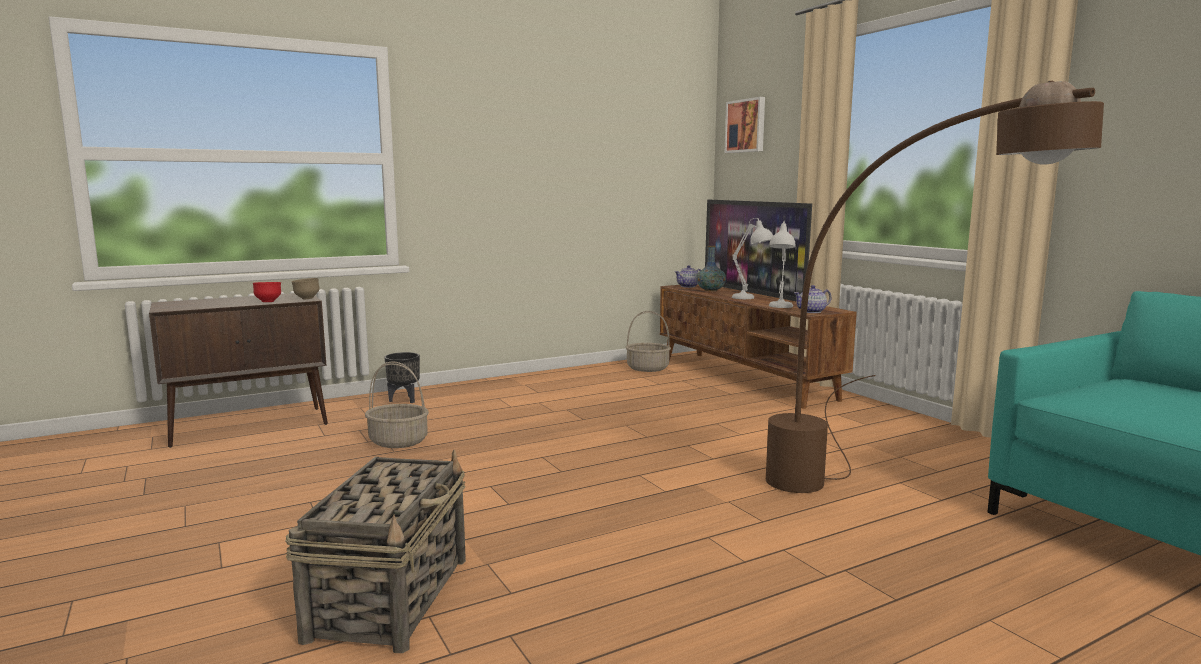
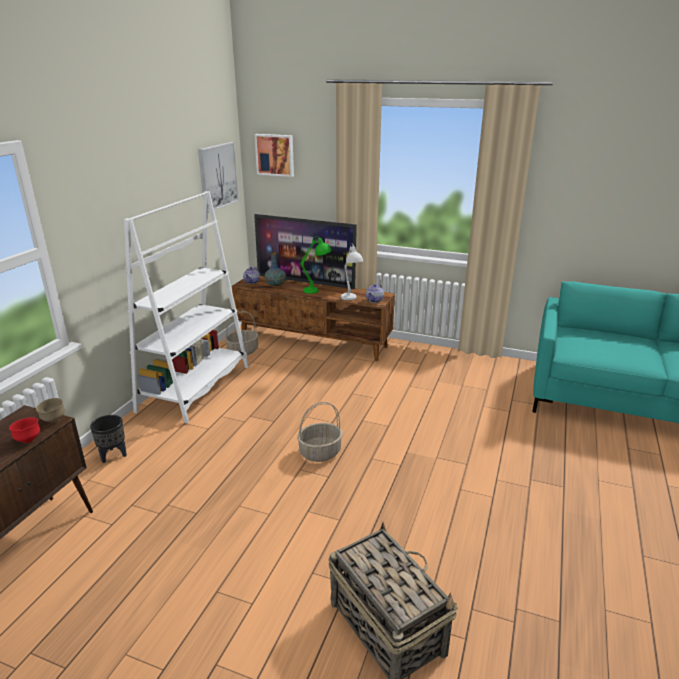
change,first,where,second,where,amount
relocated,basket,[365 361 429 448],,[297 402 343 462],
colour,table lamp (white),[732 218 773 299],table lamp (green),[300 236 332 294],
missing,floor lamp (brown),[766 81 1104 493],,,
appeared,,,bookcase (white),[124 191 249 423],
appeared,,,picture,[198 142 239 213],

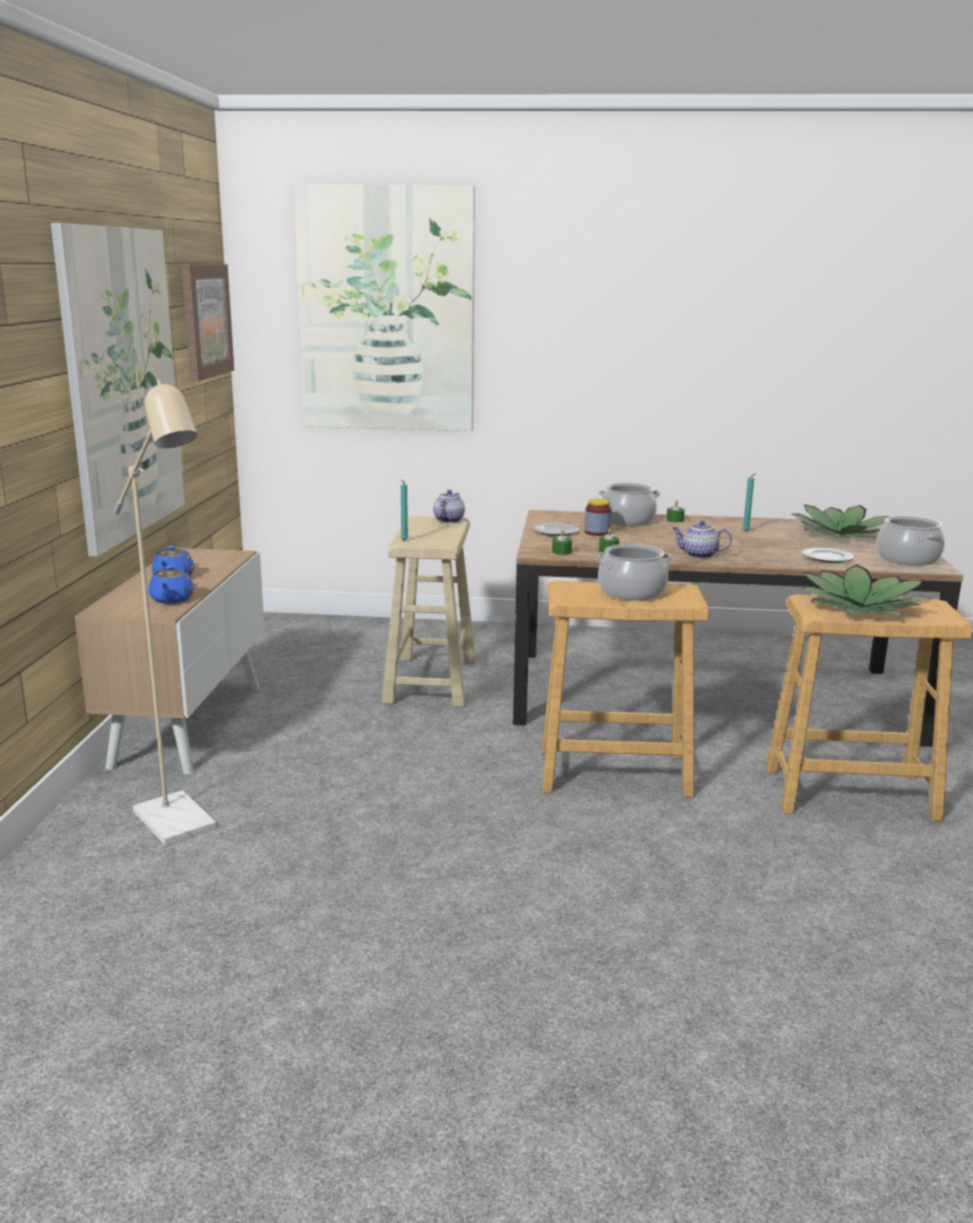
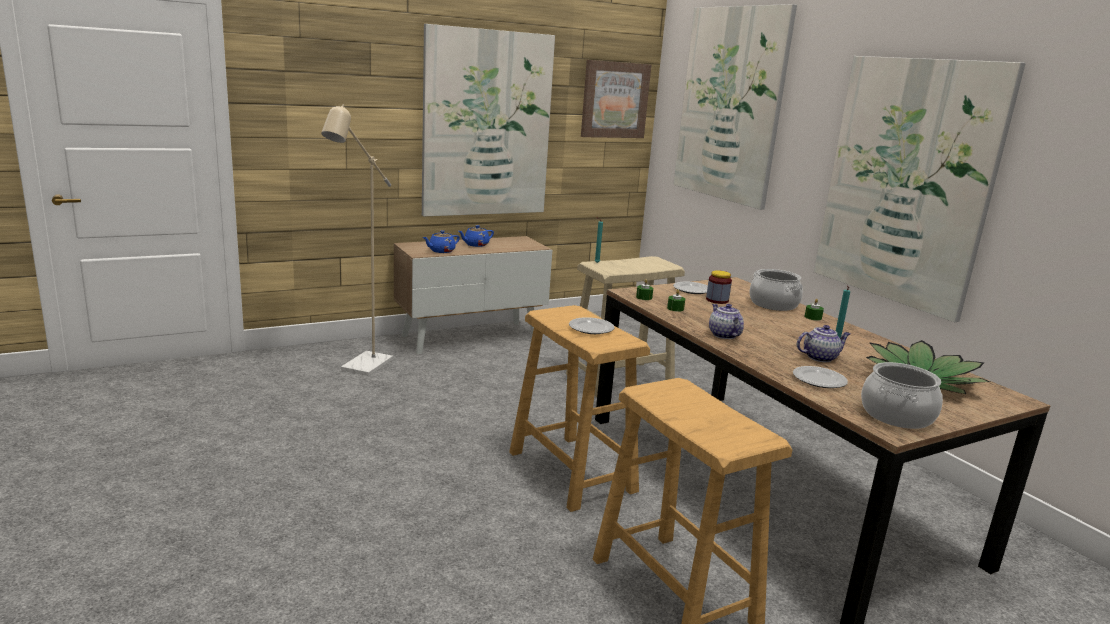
change,first,where,second,where,amount
relocated,teapot,[433 490 465 523],,[797 325 850 362],
exchanged,cooking pot,[596 544 672 601],plate,[569 317 615 334],
missing,potted plant,[801 564 932 616],,,
appeared,,,picture,[814 56 1026 322],

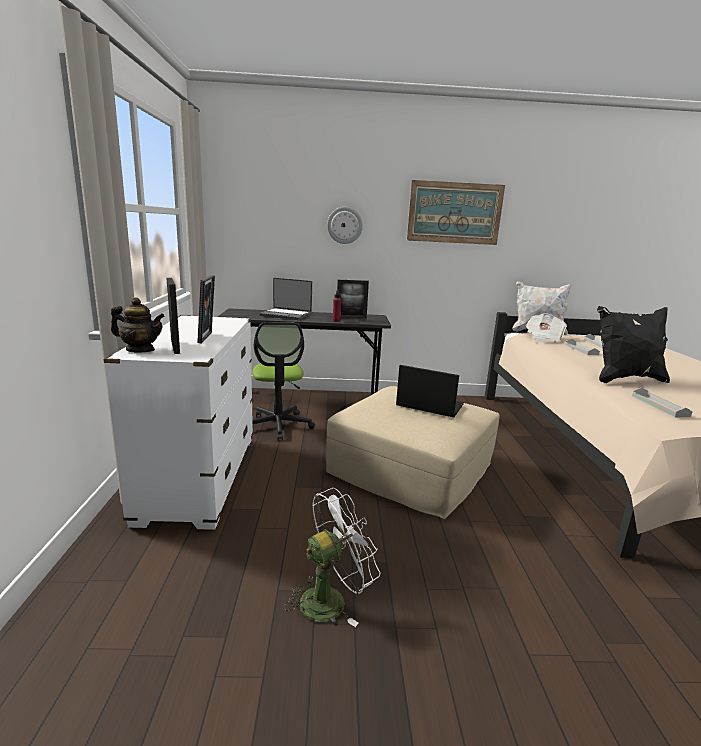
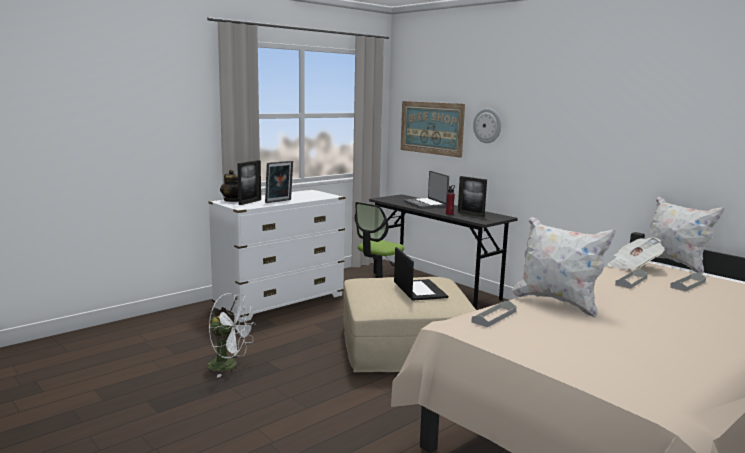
change,first,where,second,where,amount
relocated,picture,[407 180 505 245],,[401 101 465 158],
colour,pillow (black),[597 306 670 383],pillow (white),[512 216 616 317],

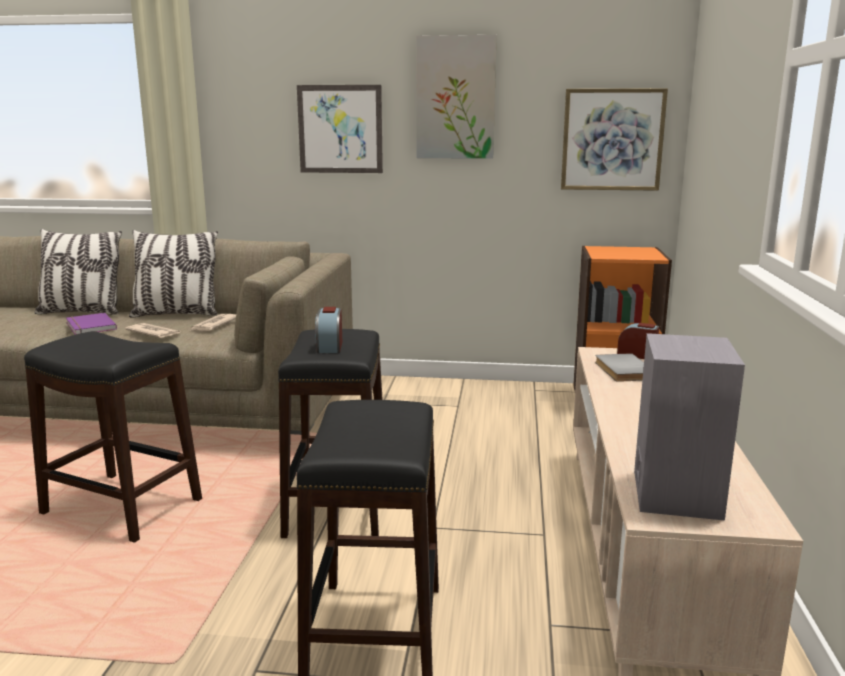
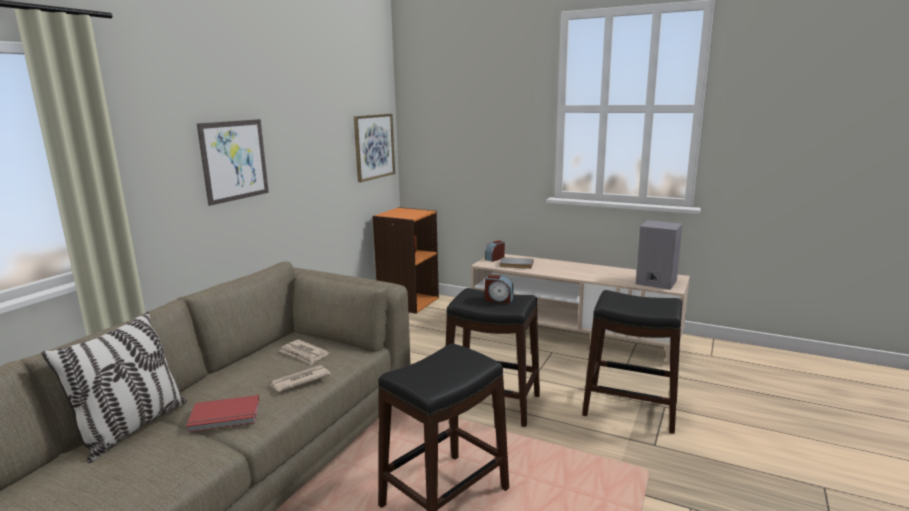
change,first,where,second,where,amount
colour,book (purple),[66 313 117 335],book (red),[186 395 259 432],
missing,pillow,[129 230 218 318],,,
missing,picture,[416 35 496 159],,,

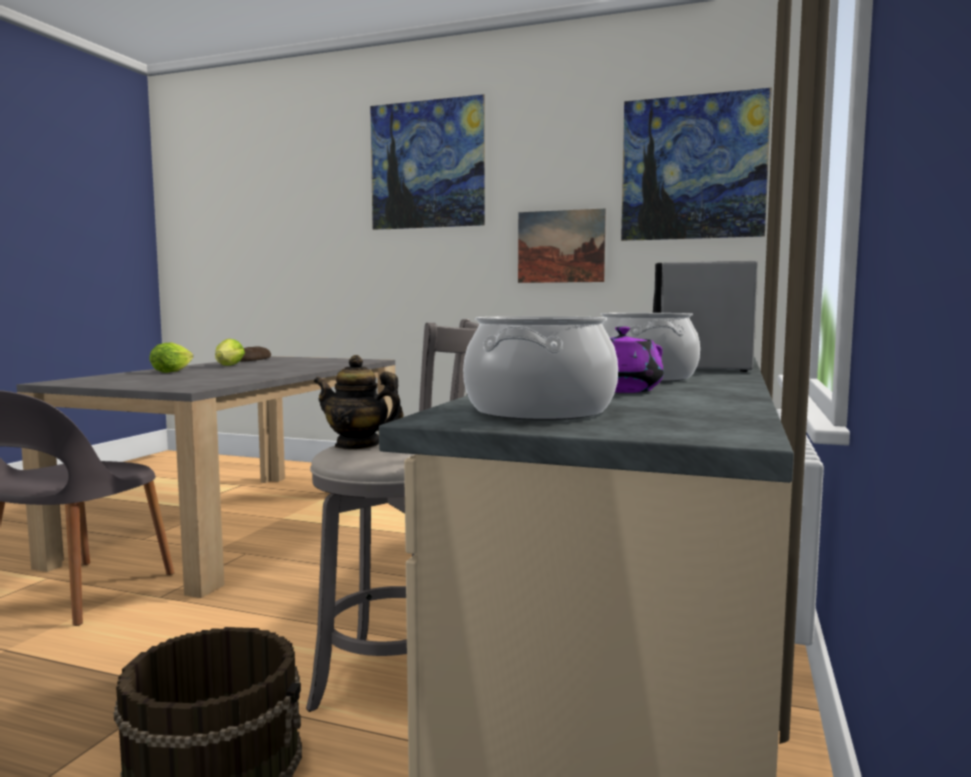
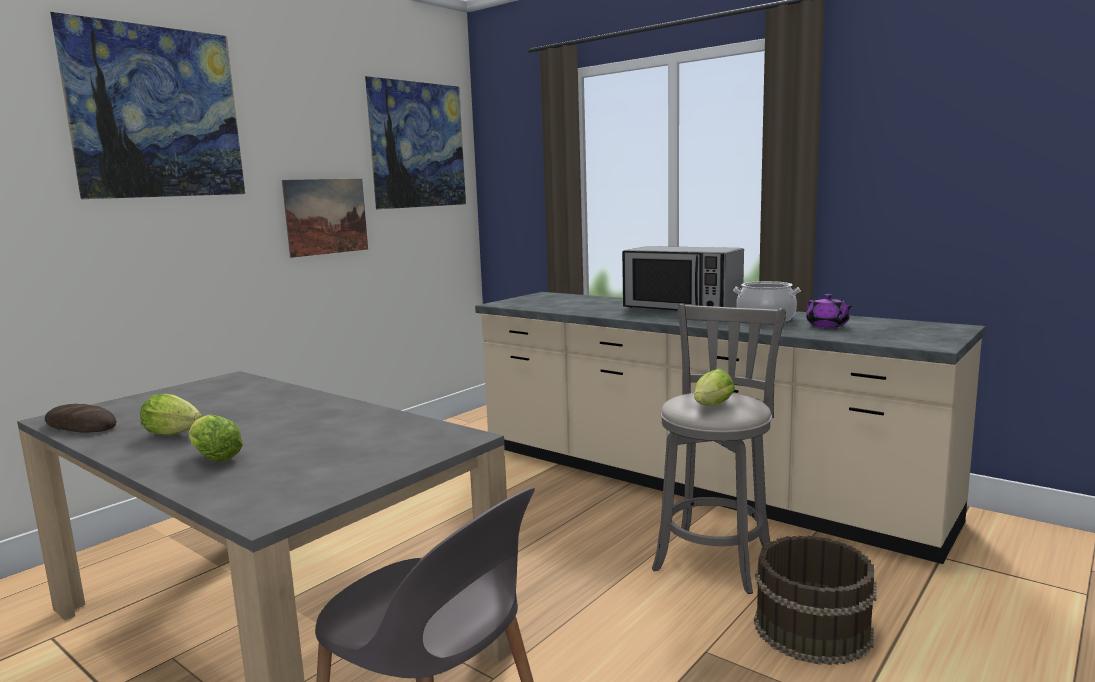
change,first,where,second,where,amount
exchanged,teapot,[314 355 404 450],lettuce,[694 369 735 406],
missing,cooking pot,[463 316 618 420],,,

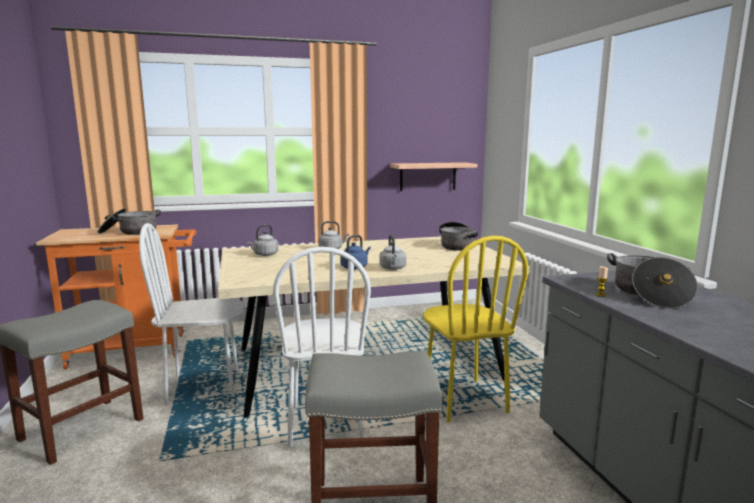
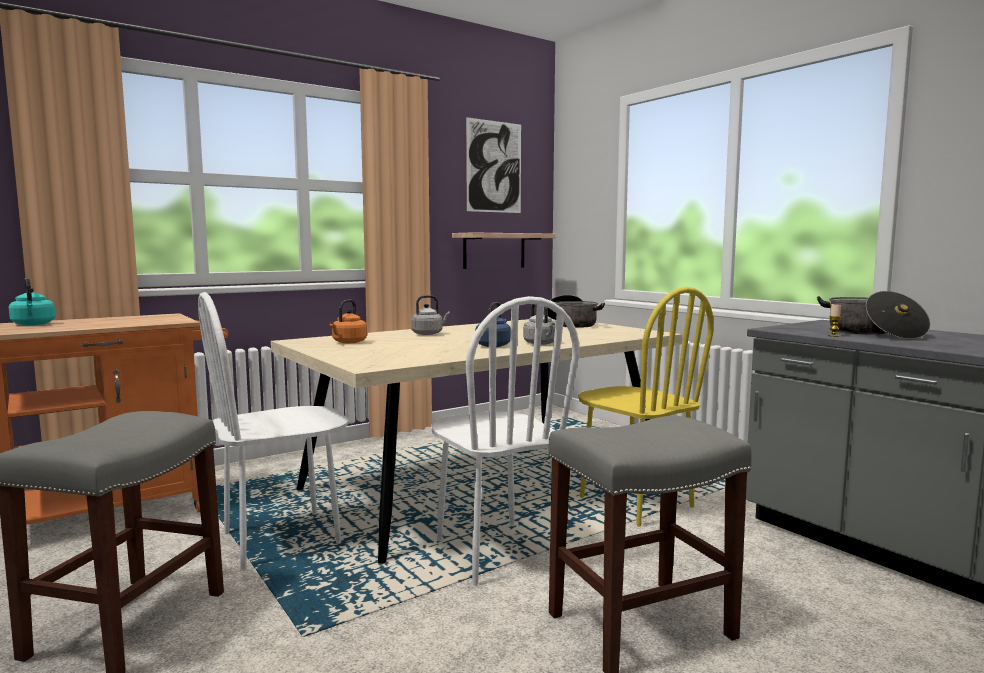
change,first,where,second,where,amount
missing,cooking pot,[98 209 161 235],,,
colour,kettle (grey),[247 224 279 256],kettle (orange),[329 300 367 343],
appeared,,,kettle (turquoise),[9 277 55 325],
appeared,,,picture,[466 117 521 213],

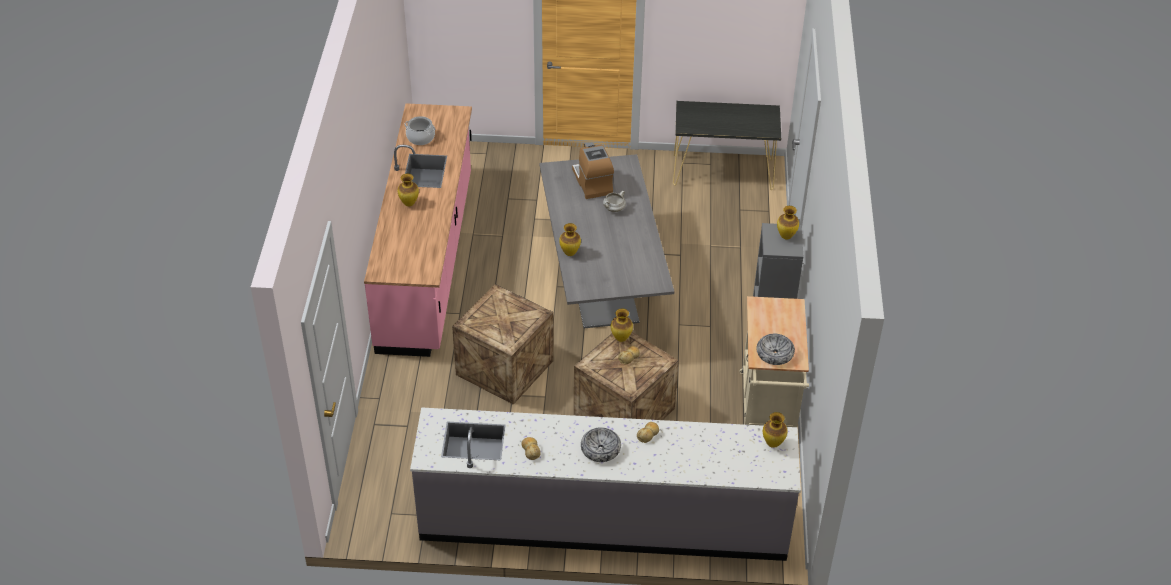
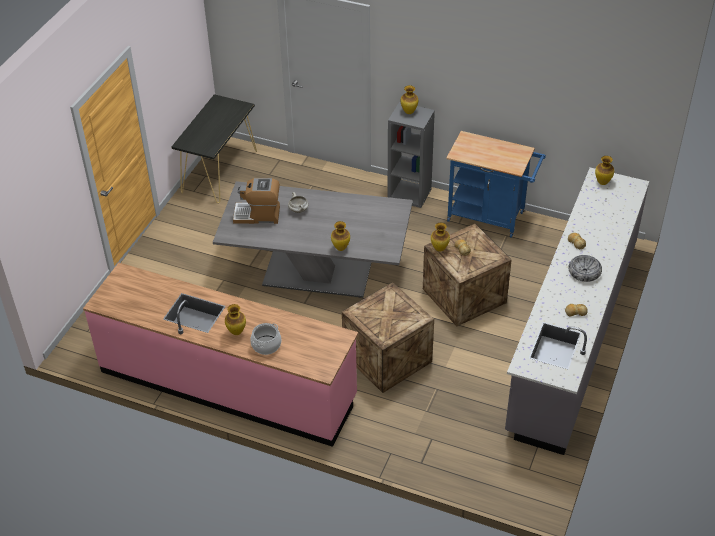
change,first,where,second,where,amount
relocated,cooking pot,[404 116 436 145],,[250 323 281 355],
colour,cart (beige),[739 296 809 427],cart (blue),[446 131 546 238],
missing,bowl,[757 334 795 365],,,

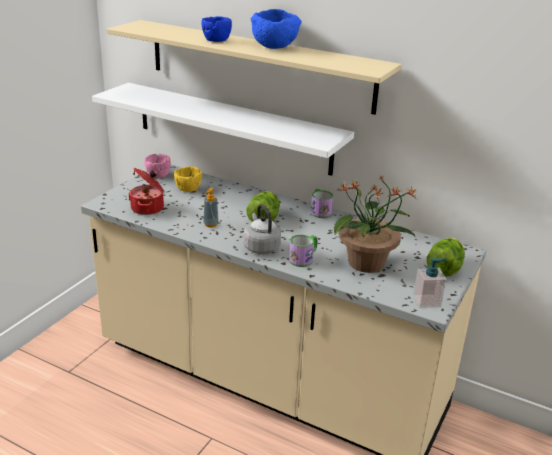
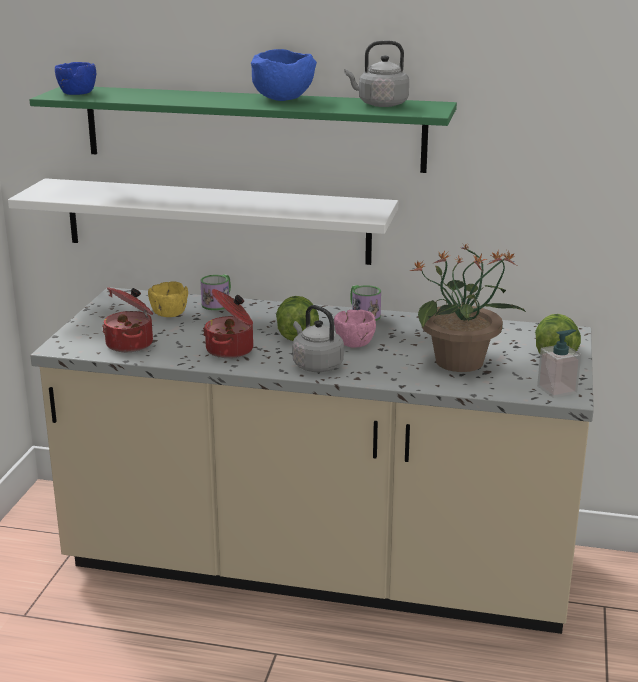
change,first,where,second,where,amount
colour,shelf (beige),[107 20 402 115],shelf (green),[30 87 457 173],
relocated,bowl (pink),[144 154 171 178],,[334 310 376 348],
relocated,bowl (blue),[202 16 232 42],,[55 62 96 95],
exchanged,soap dispenser,[203 188 219 228],cooking pot,[203 289 253 358],
relocated,mug,[289 235 317 267],,[200 275 231 310],
appeared,,,kettle (grey),[345 41 409 107],

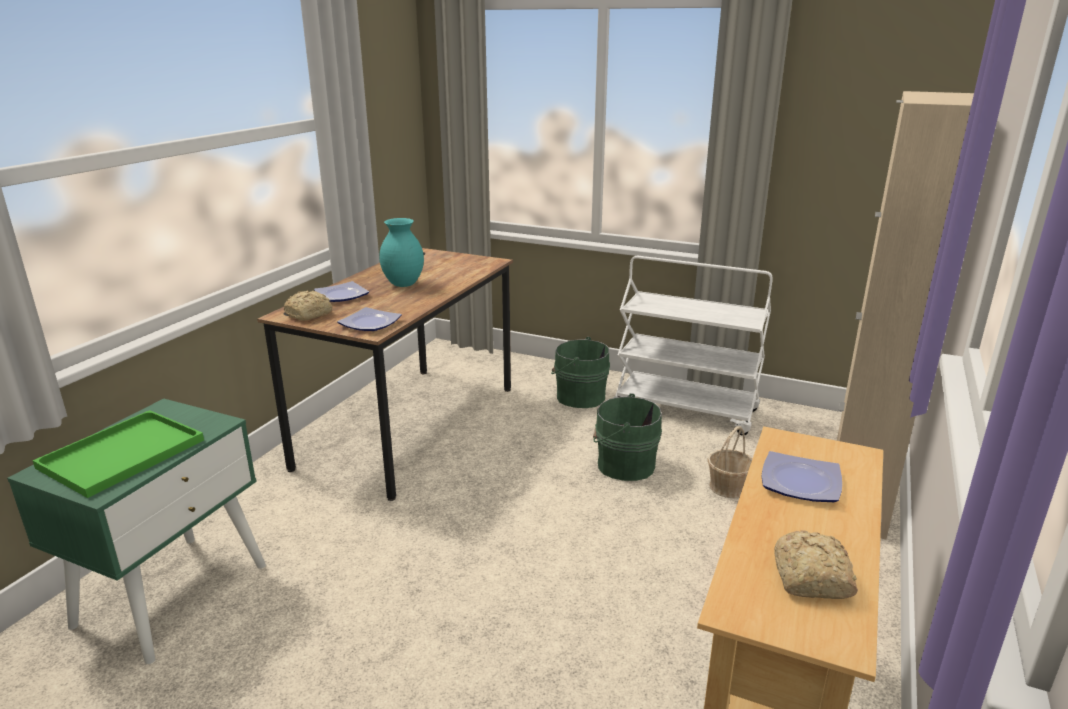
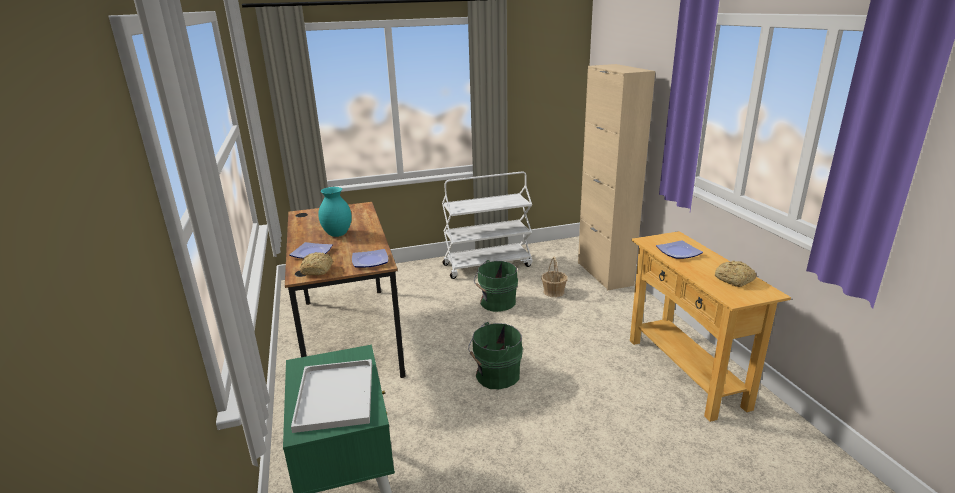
change,first,where,second,where,amount
colour,tray (green),[32 410 204 498],tray (white),[291 359 372 433],
relocated,bucket (green),[551 337 610 408],,[468 322 523 389],

